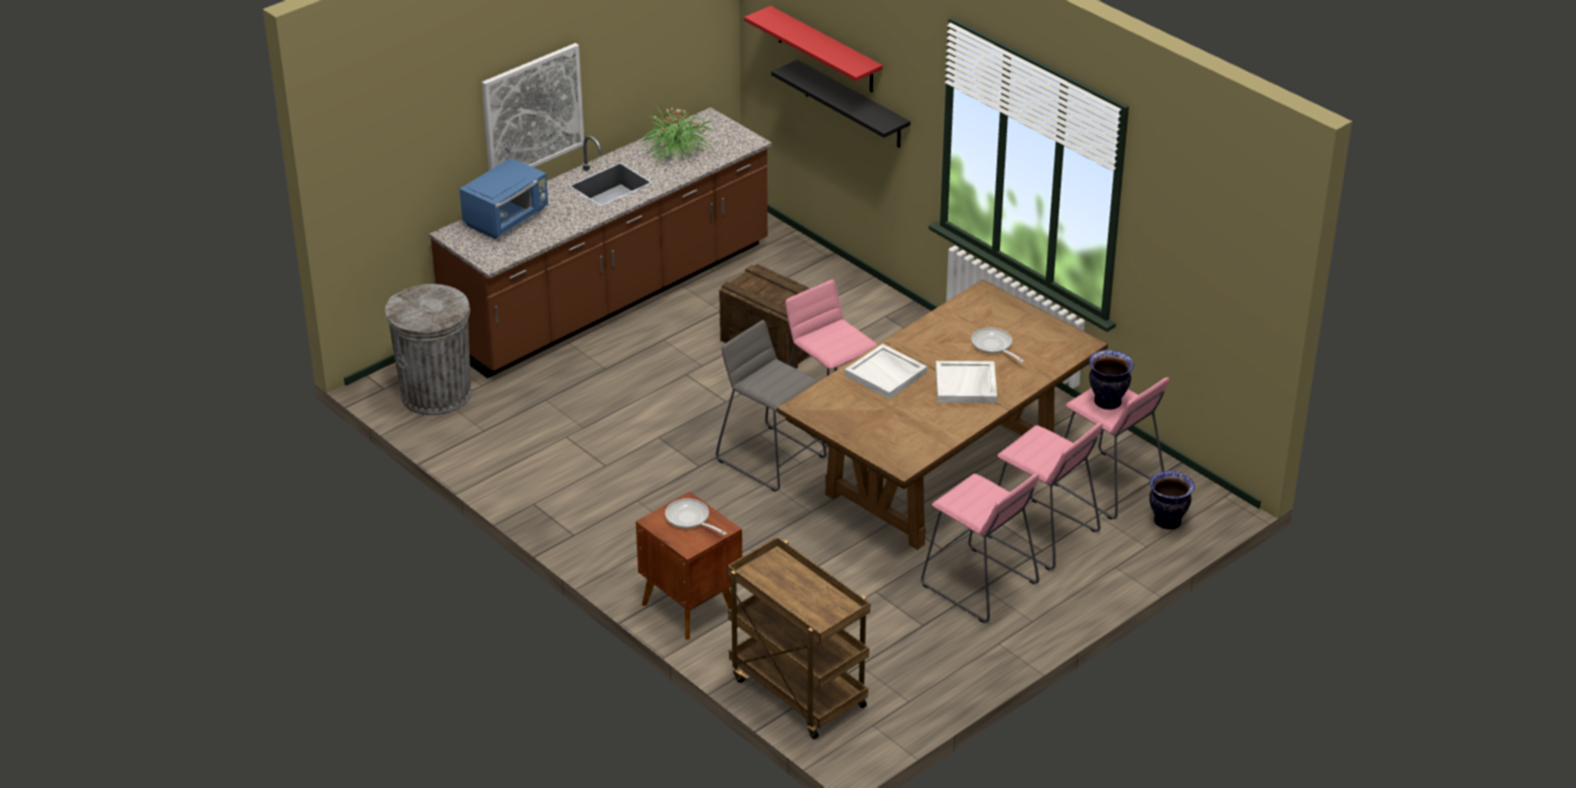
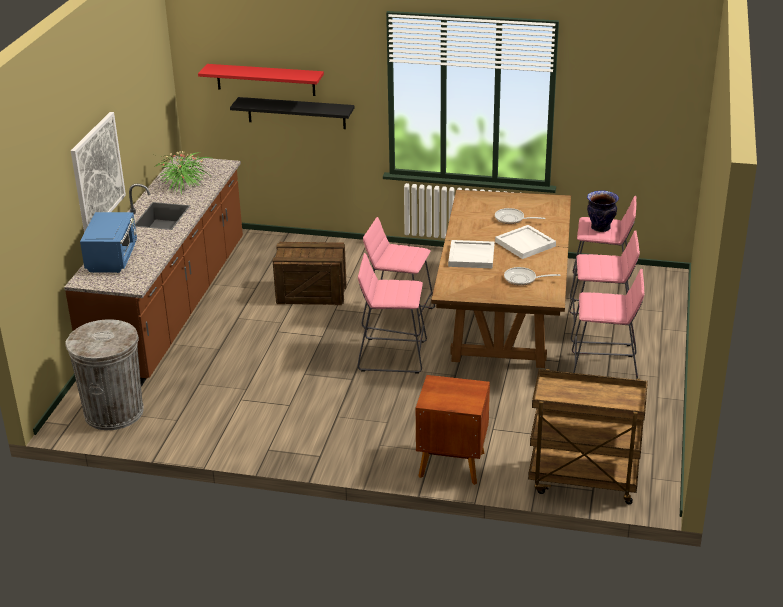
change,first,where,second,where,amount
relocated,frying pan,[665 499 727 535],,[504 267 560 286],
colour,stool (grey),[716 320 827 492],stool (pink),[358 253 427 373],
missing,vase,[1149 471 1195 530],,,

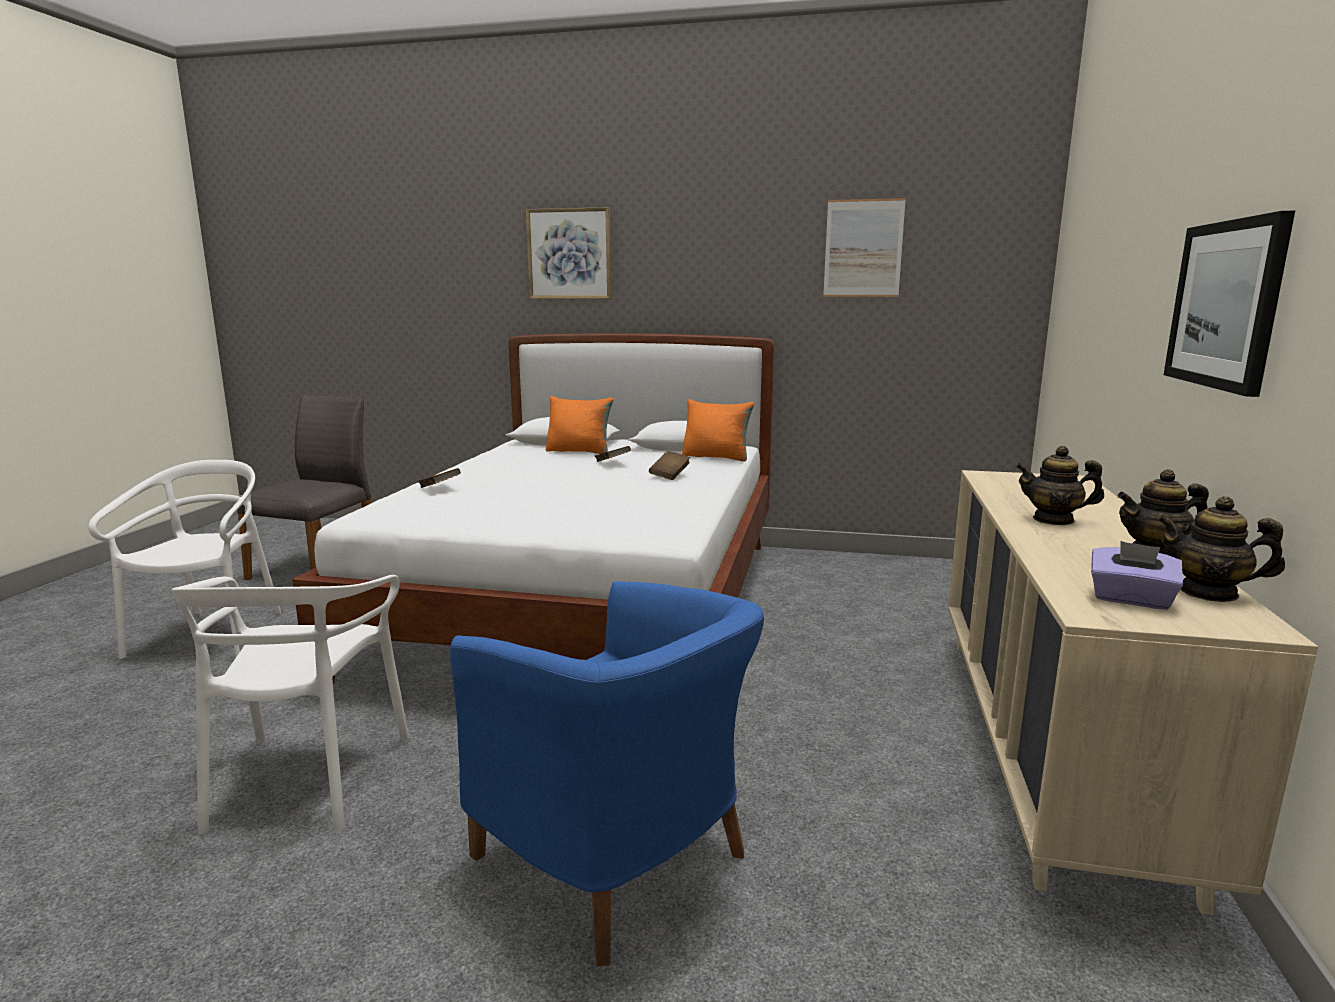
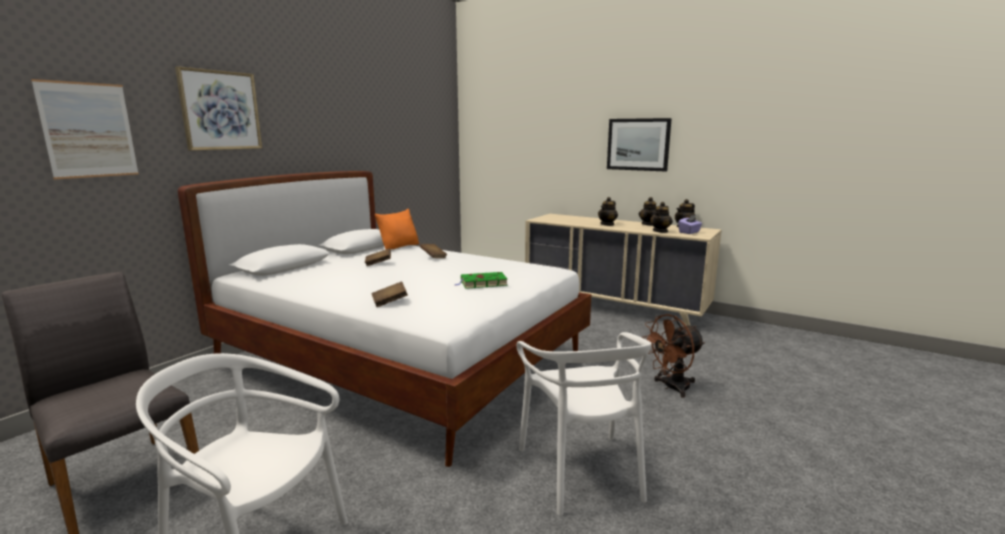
change,first,where,second,where,amount
spun,chair (white),[171 575 409 834],,[517 332 652 516],60 degrees clockwise
exchanged,armchair (blue),[450 582 764 966],fan (brown),[643 314 705 398],
missing,pillow (orange),[546 396 614 454],,,
relocated,picture,[823 198 906 297],,[31 79 139 179],
appeared,,,book (green),[454 272 508 289],
appeared,,,teapot,[650 202 673 233],

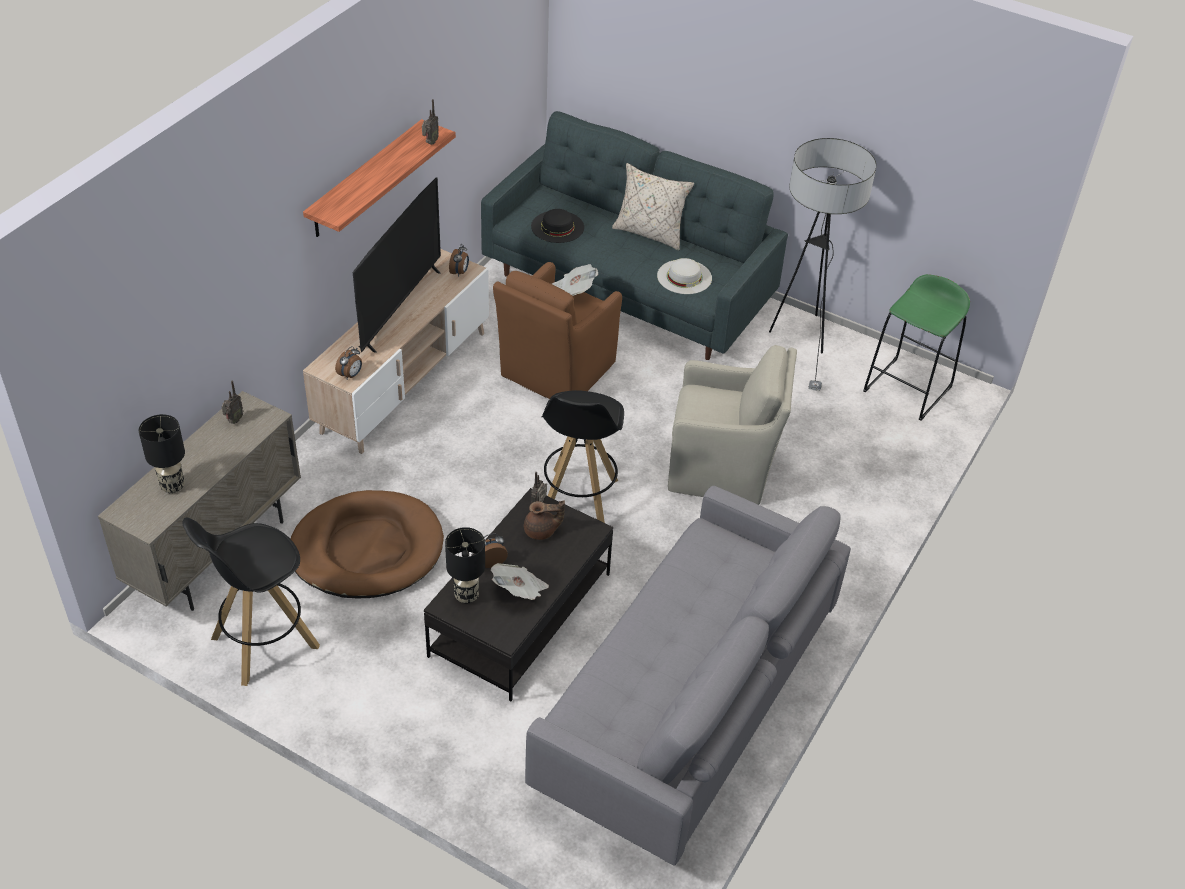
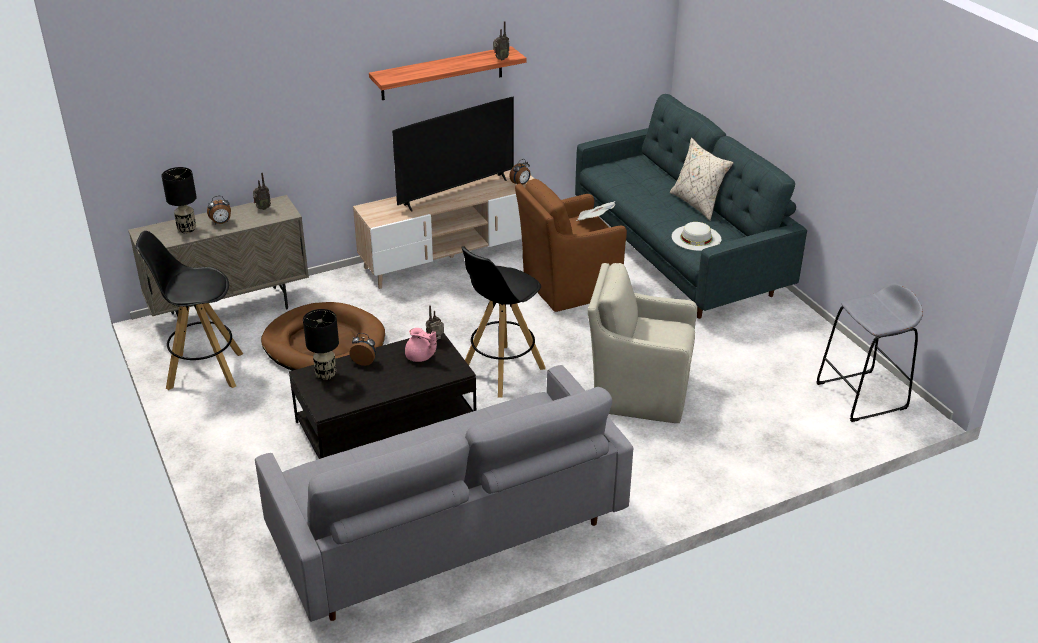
change,first,where,second,where,amount
relocated,alarm clock,[335 346 362 379],,[207 196 231 225],
missing,newspaper,[491 563 549 600],,,
colour,teapot (brown),[524 500 565 540],teapot (pink),[405 328 437 362],
missing,hat (black),[531 209 584 243],,,
spun,armchair (beige),[668 345 797 505],,[588 263 697 423],150 degrees clockwise
missing,floor lamp,[769 138 876 391],,,
colour,stool (green),[863 274 970 420],stool (grey),[816 283 923 422],

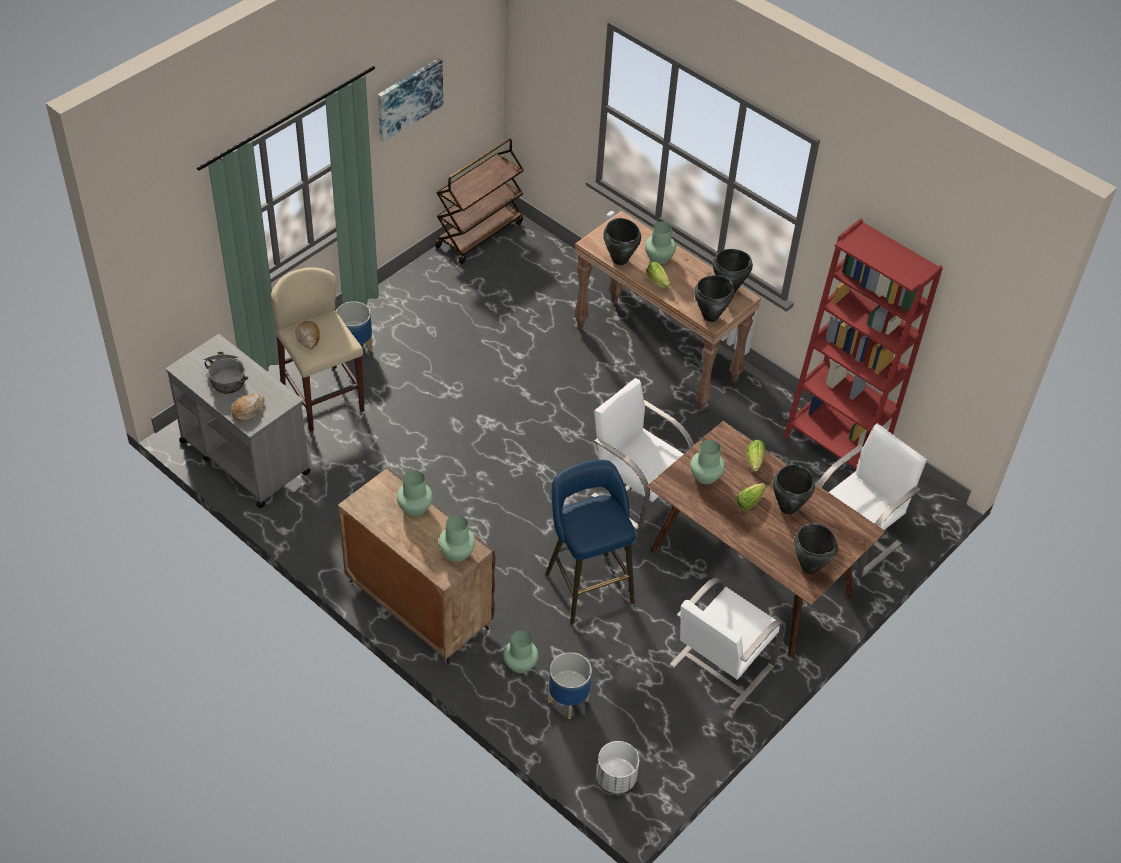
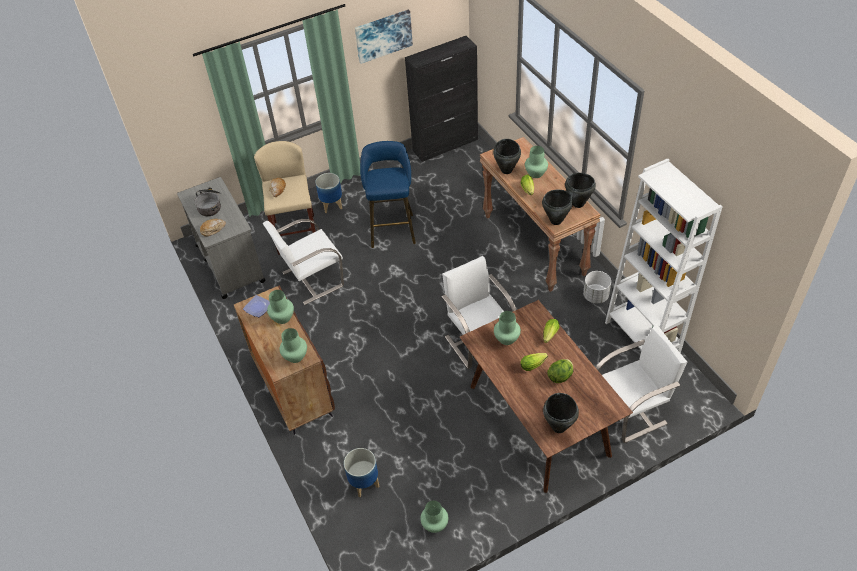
change,first,where,second,where,amount
exchanged,cart (brown),[435 139 524 264],cabinet (black),[405 36 478 162],
relocated,vase (green),[503 630 538 673],,[420 500 448 533],
relocated,stool (blue),[545 460 636 625],,[360 141 416 248],
relocated,planter (white),[596 741 639 793],,[583 271 611 303],
relocated,chair (white),[669 578 786 711],,[262 219 344 305],
exchanged,cooking pot (black),[773 465 815 514],lettuce,[547 359 573 383],
colour,bookcase (red),[784 218 943 469],bookcase (white),[605 158 723 353],
appeared,,,plate,[243 295 270 317],

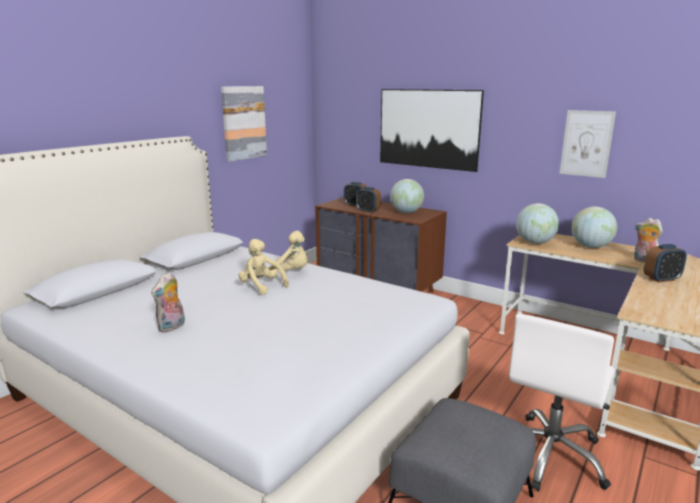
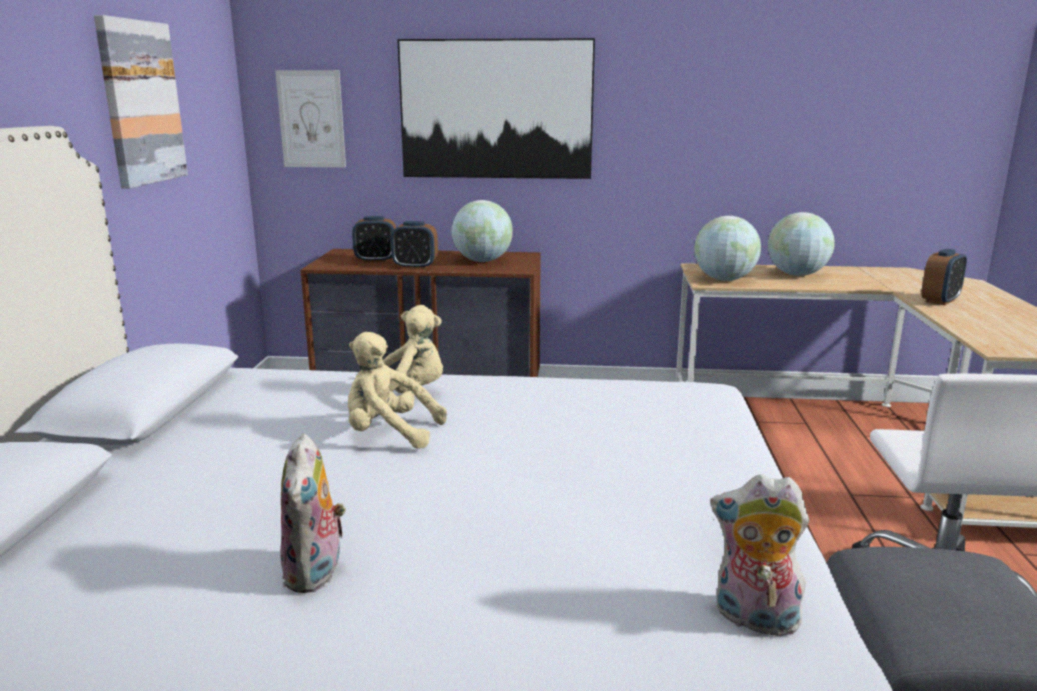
change,first,where,second,where,amount
relocated,picture,[560 110 616 178],,[275 70 346 167],
relocated,plush toy,[634 218 663 263],,[710 474 809 640],

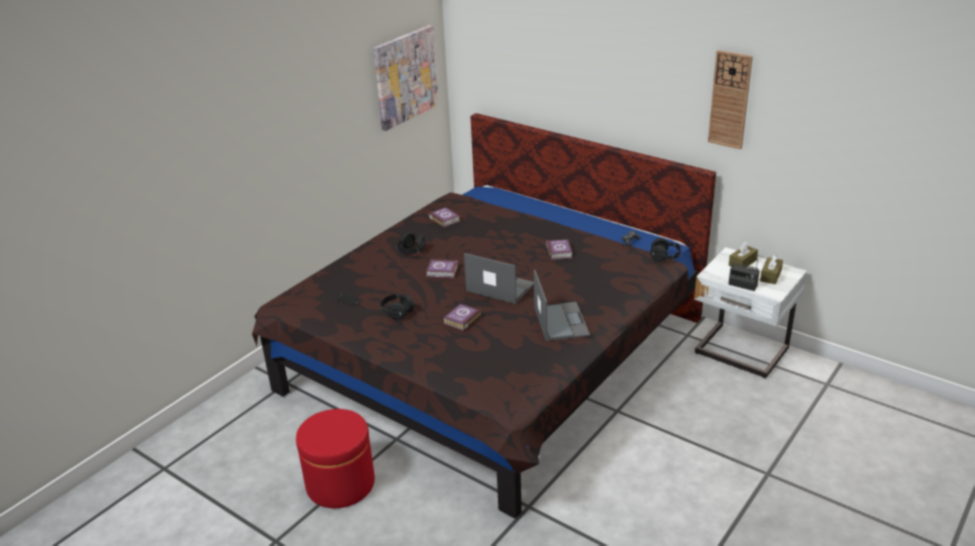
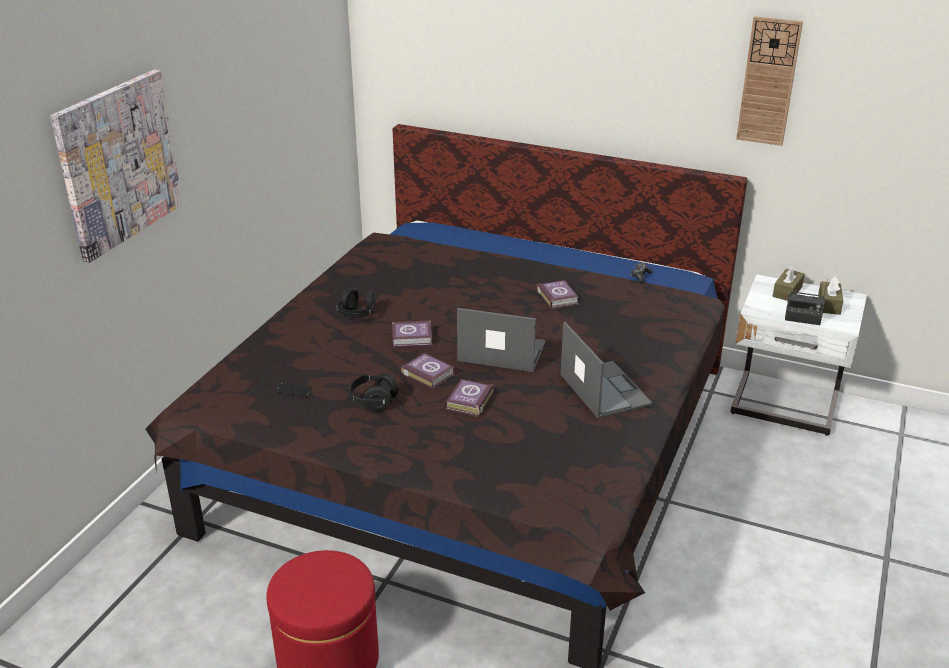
change,first,where,second,where,amount
relocated,picture,[373 25 439 131],,[50 69 183 262],
relocated,book,[429 207 460 228],,[401 353 455 389],
missing,headphones (black),[650 238 682 262],,,

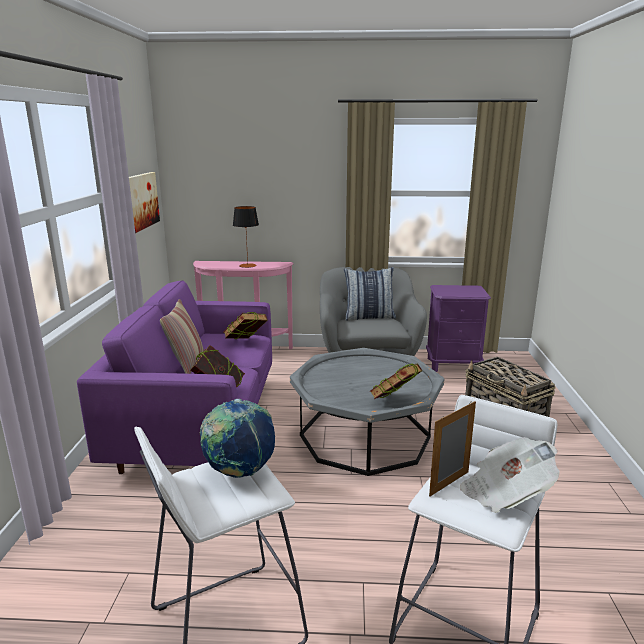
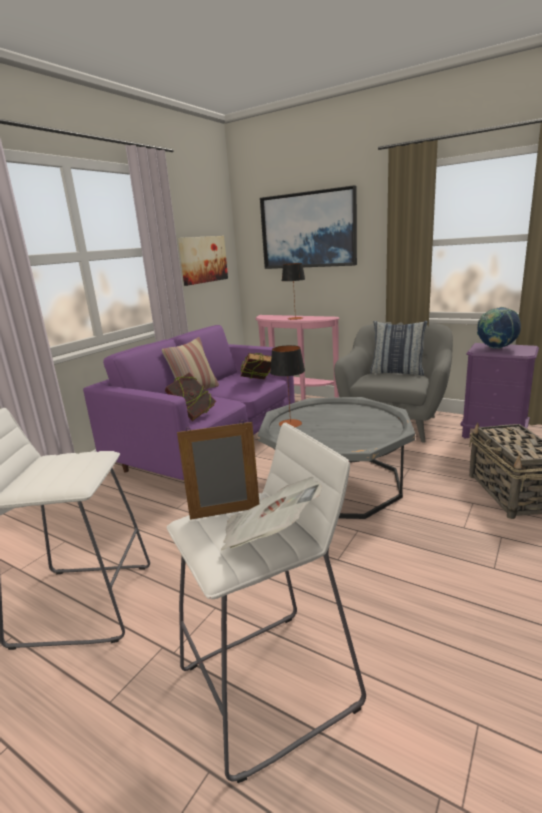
change,first,where,second,where,amount
relocated,globe,[200 399 275 478],,[477 307 521 349],
missing,book,[369 363 422 399],,,
appeared,,,picture,[260 185 357 269],
appeared,,,table lamp,[270 345 305 427],

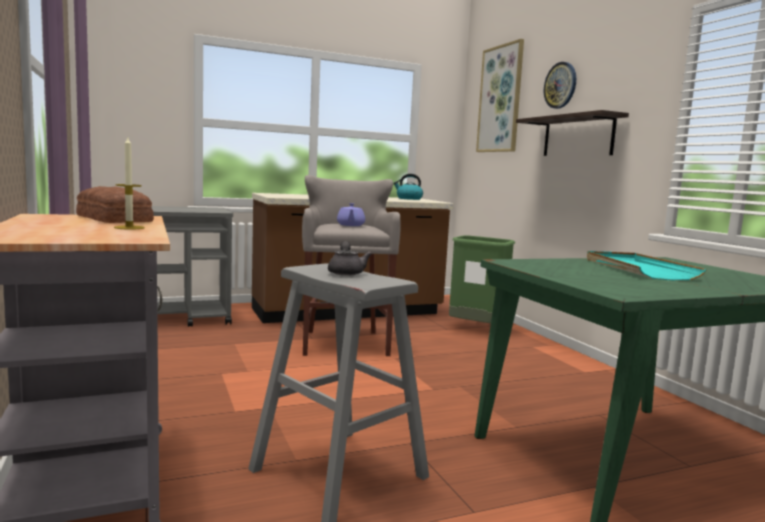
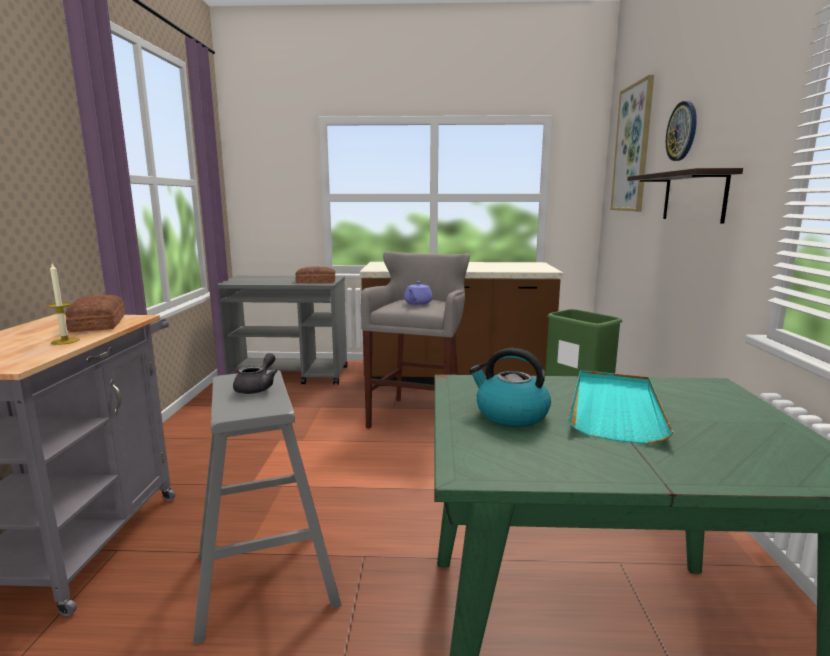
change,first,where,second,where,amount
relocated,kettle,[393 174 423 200],,[469 348 551 427],
appeared,,,bread,[295 266 335 283],

